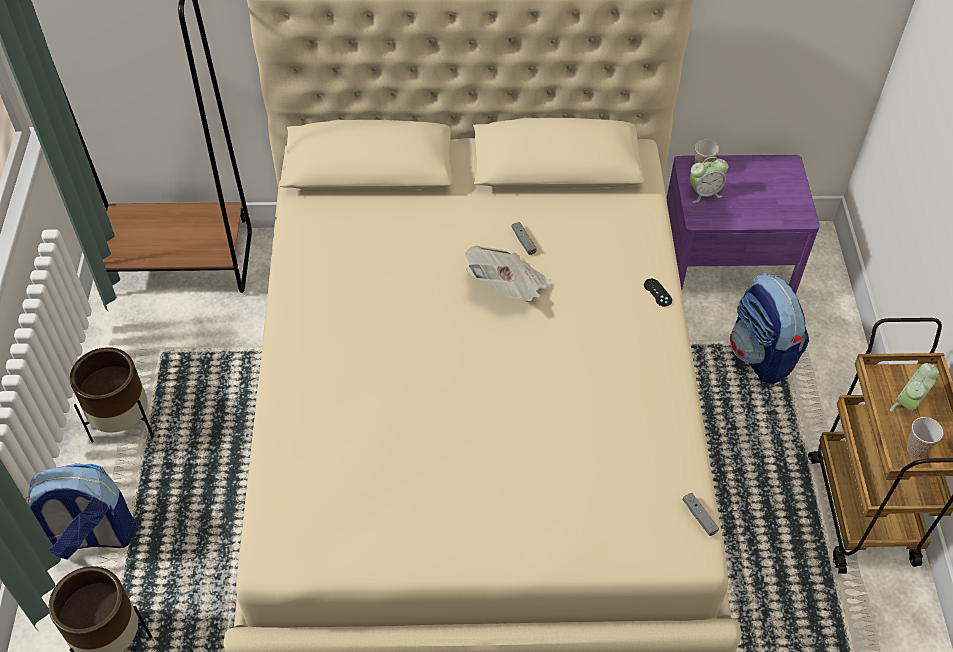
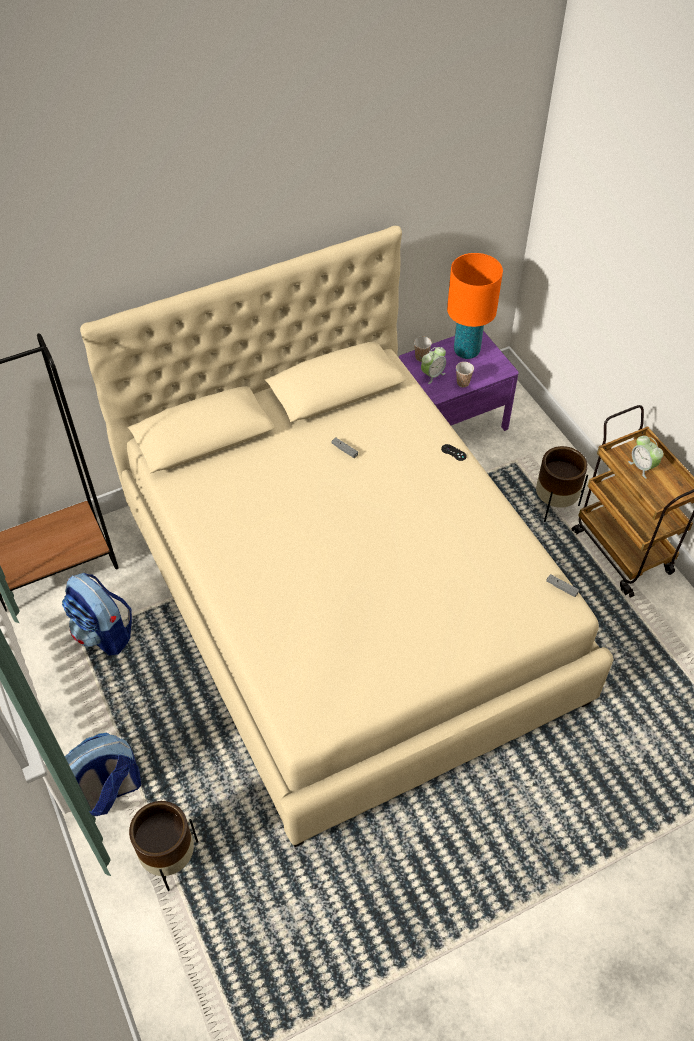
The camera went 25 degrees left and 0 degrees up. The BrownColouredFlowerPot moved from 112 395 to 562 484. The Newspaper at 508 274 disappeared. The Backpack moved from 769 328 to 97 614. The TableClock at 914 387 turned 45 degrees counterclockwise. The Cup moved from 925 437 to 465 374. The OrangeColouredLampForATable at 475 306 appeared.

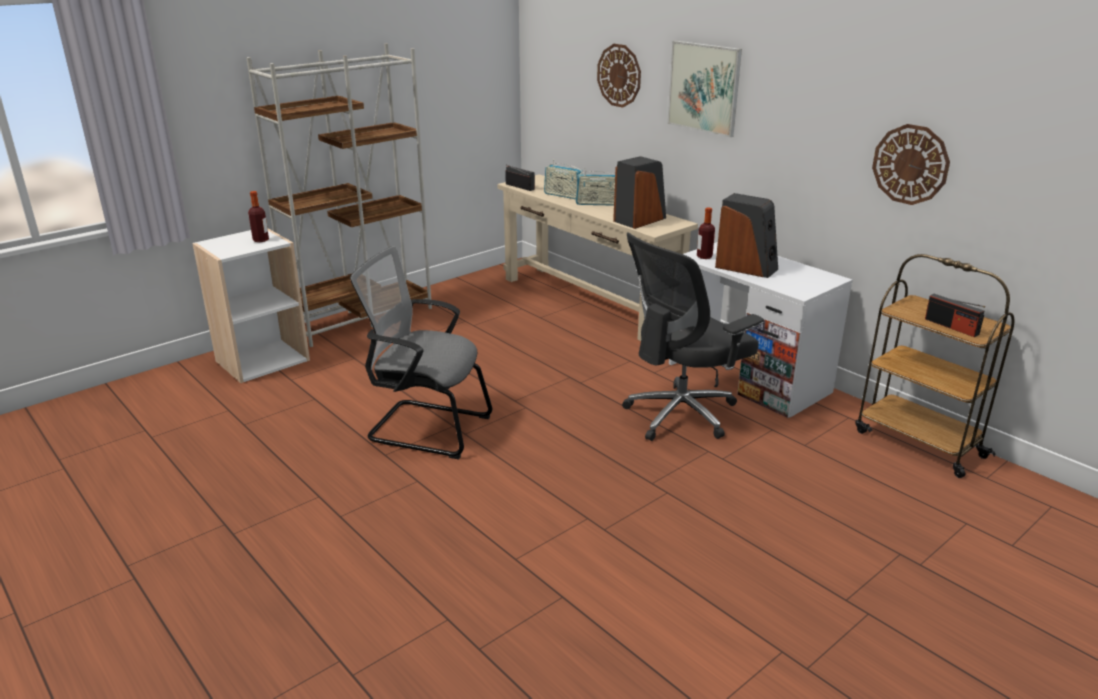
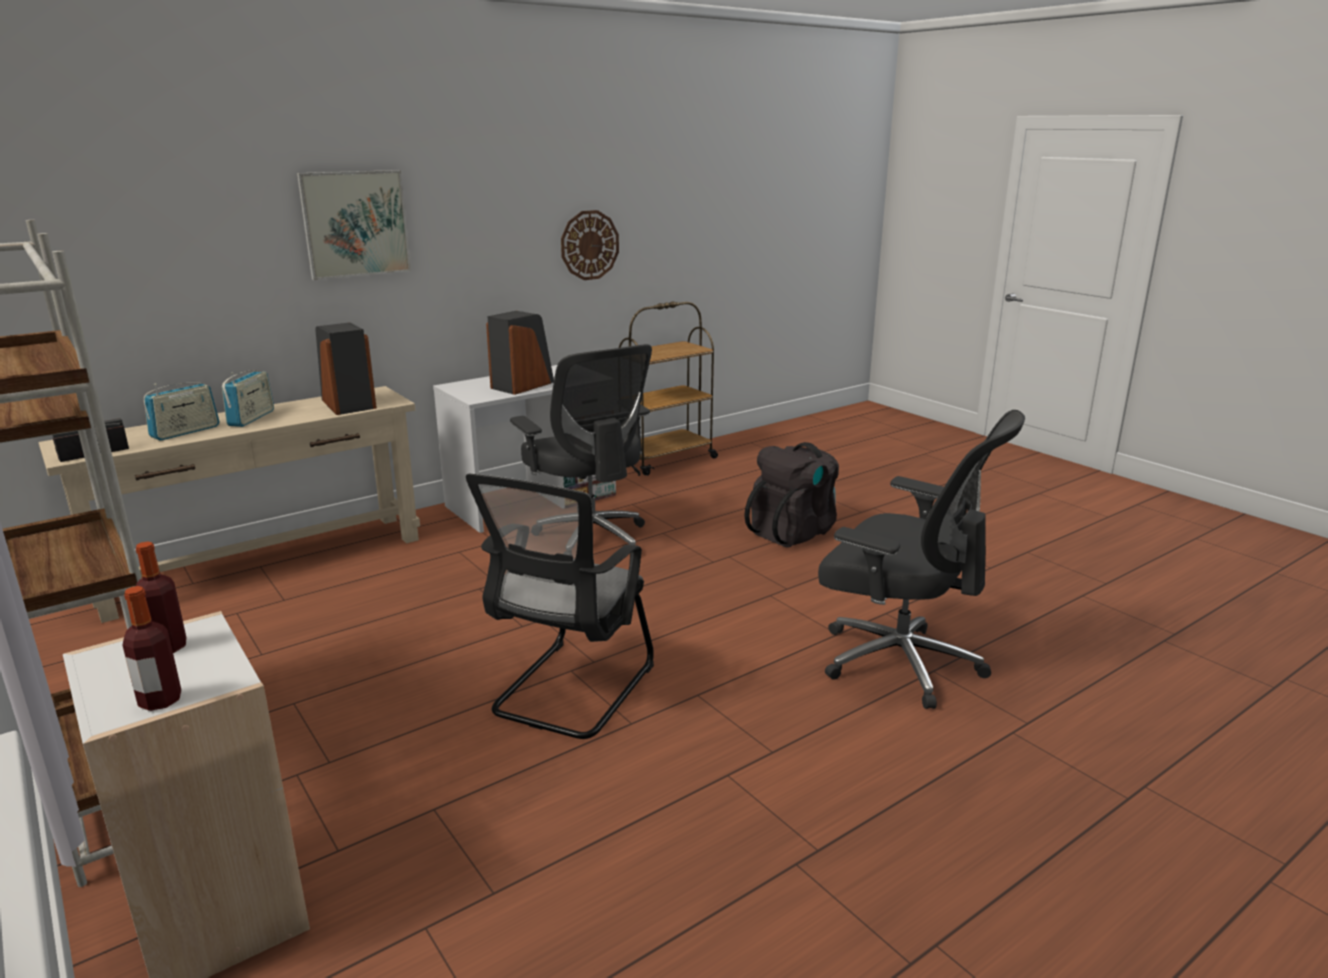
The camera went 85 degrees left and 5 degrees down. The WallClock at 619 76 disappeared. The DrinkBottle moved from 706 233 to 152 648. The RadioSet at 955 315 disappeared. The BlackishBackpack at 791 495 appeared. The OfficeChair at 921 559 appeared.

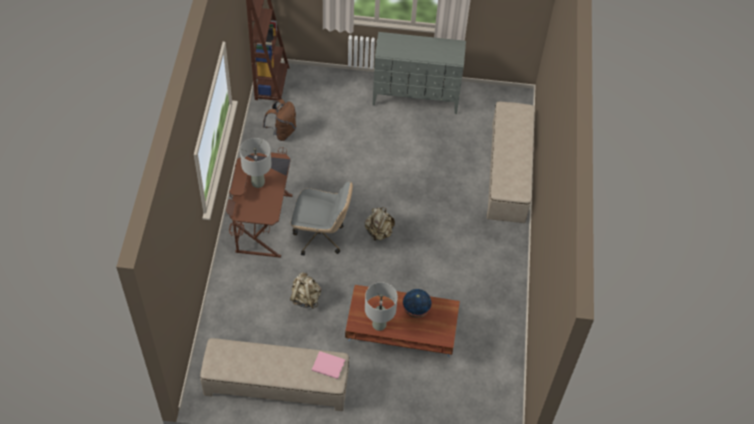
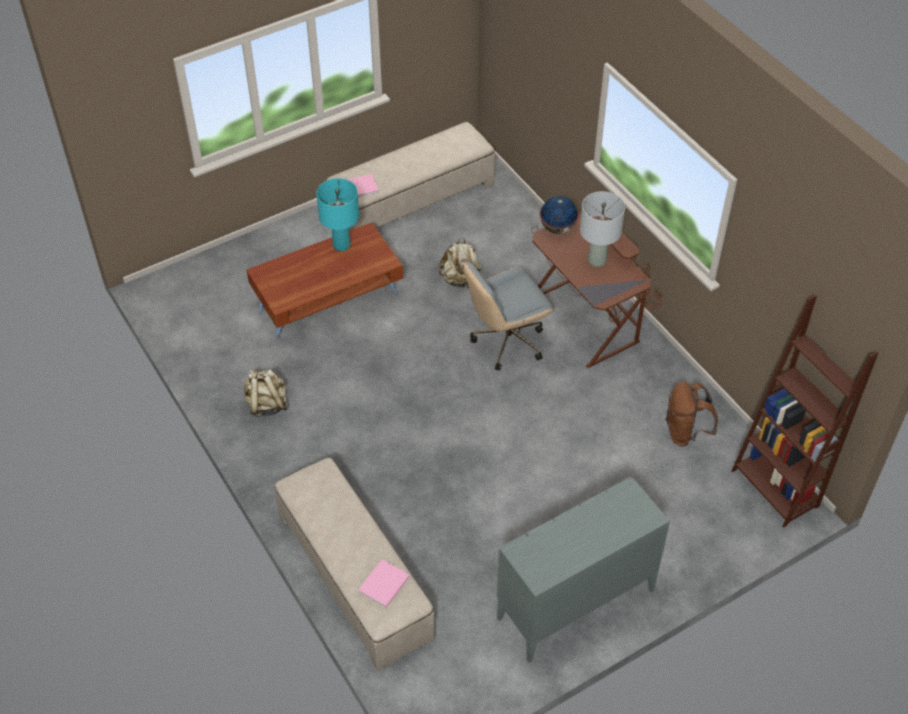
The camera went 145 degrees right and 5 degrees down. The BeigeColouredBackpack moved from 379 224 to 266 393. The GrayLampForATable at 381 306 became the TurquoiseColouredLampForATable at 337 214. The Globe moved from 417 303 to 559 215. The PinkColouredBook at 384 583 appeared.

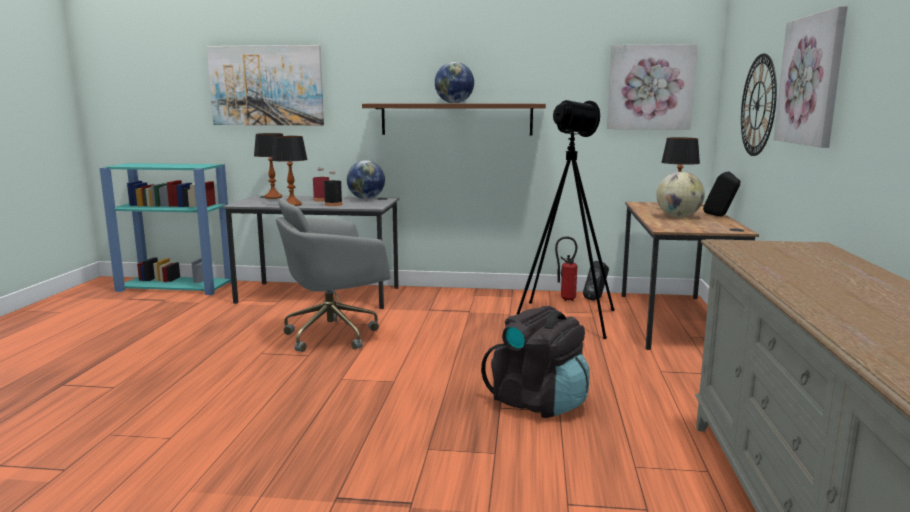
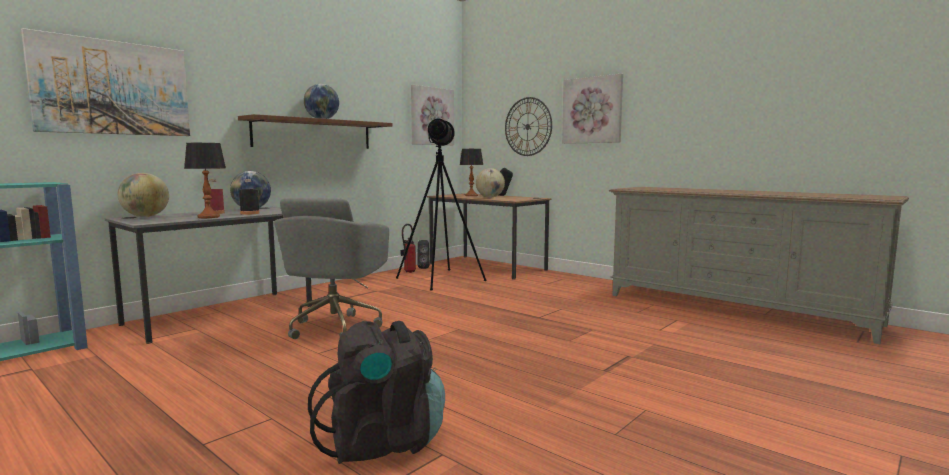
The camera went 55 degrees left and 5 degrees down. The LampForATable at 268 166 was replaced by the Globe at 143 195. The BlackishBackpack moved from 535 362 to 376 392.

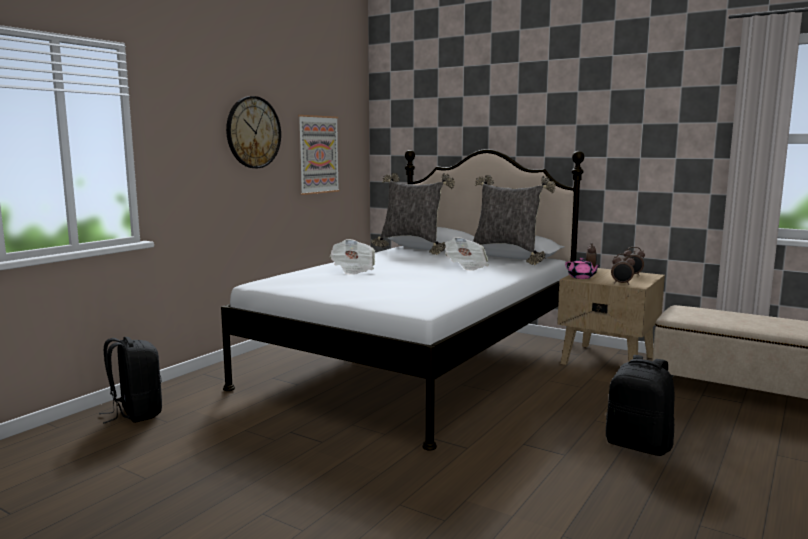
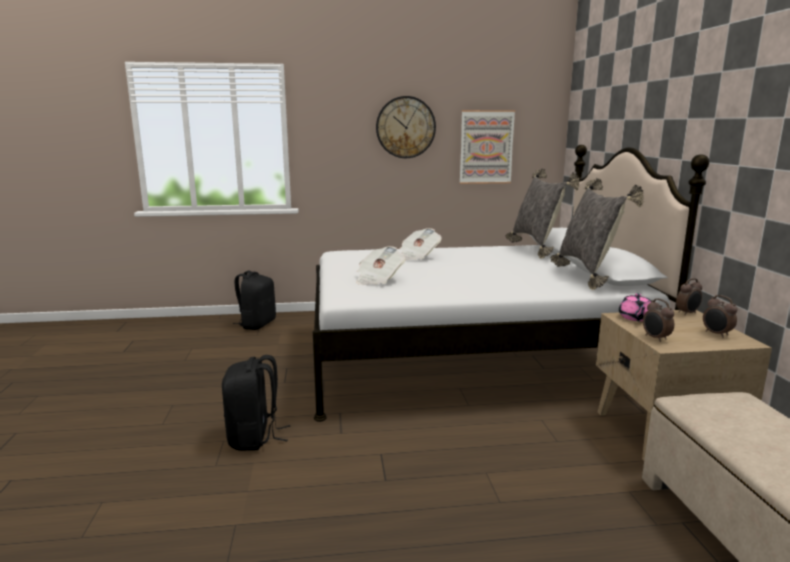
The camera went 50 degrees right and 5 degrees up. The Newspaper moved from 467 254 to 380 265. The BlackishBackpack moved from 640 405 to 256 403.

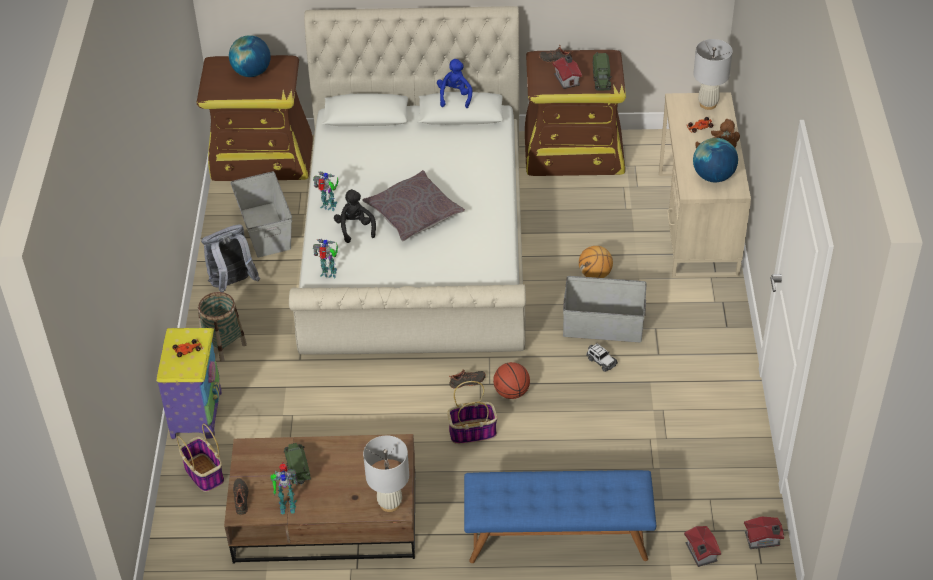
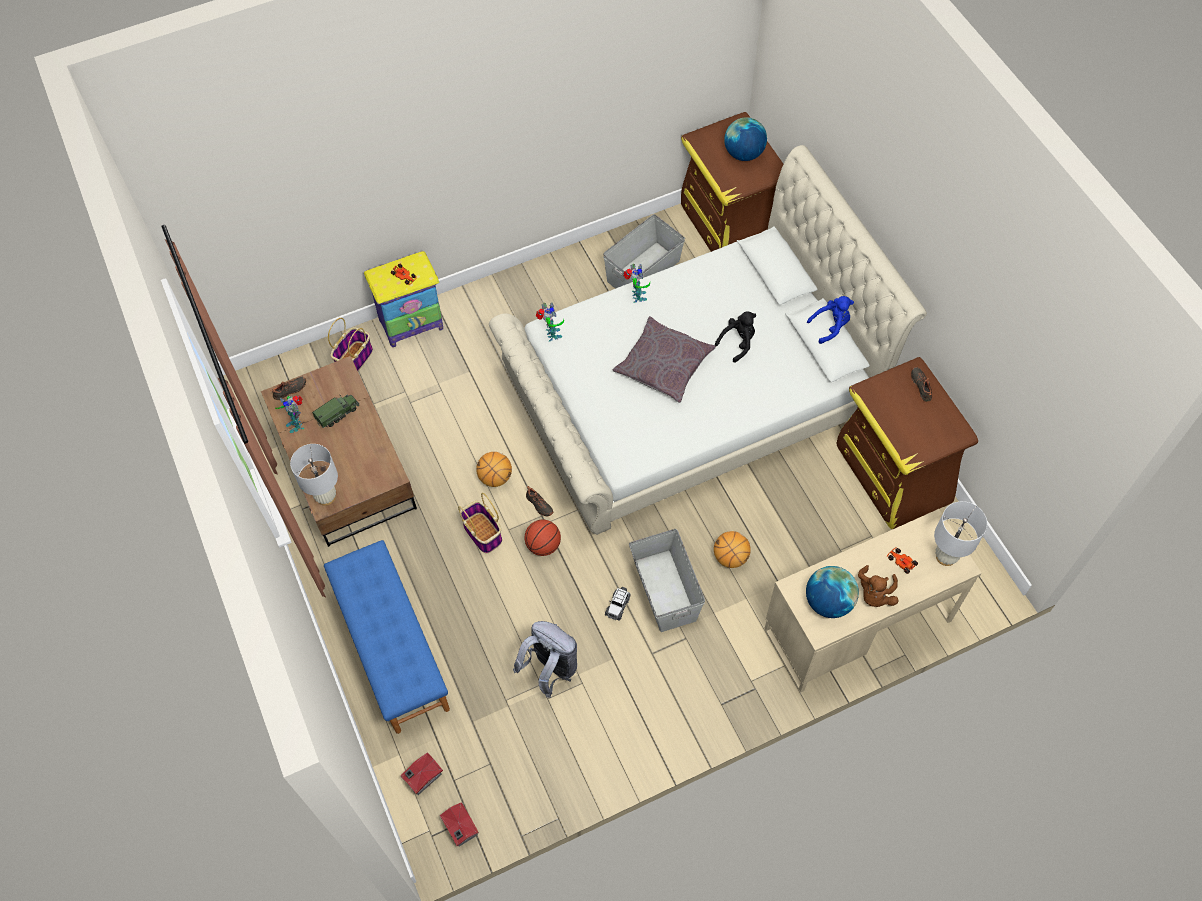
The camera went 65 degrees right and 15 degrees up. The StorageBasket at 222 327 disappeared. The GrayBackpack moved from 230 258 to 545 659. The BlackishPlushToy moved from 355 216 to 735 337. The ToyHouse at 567 72 disappeared. The ToyLorry at 602 71 disappeared. The BallForBasketball at 494 469 appeared.

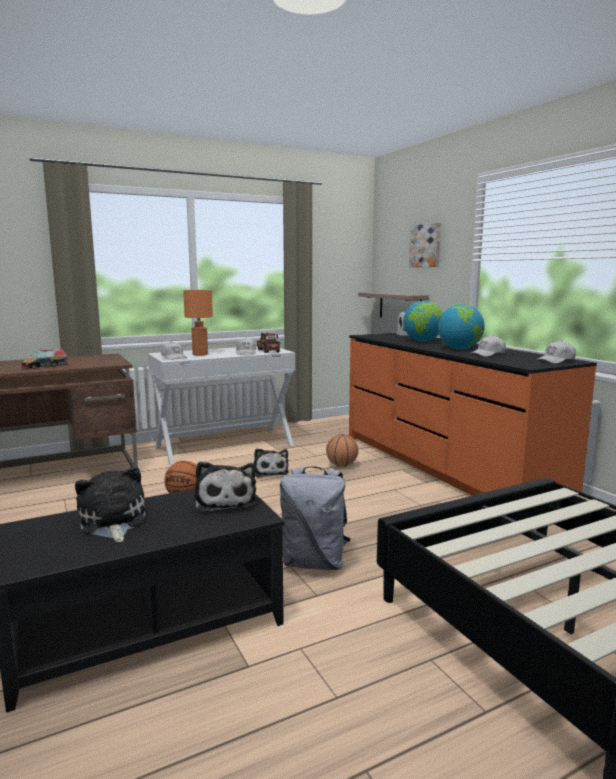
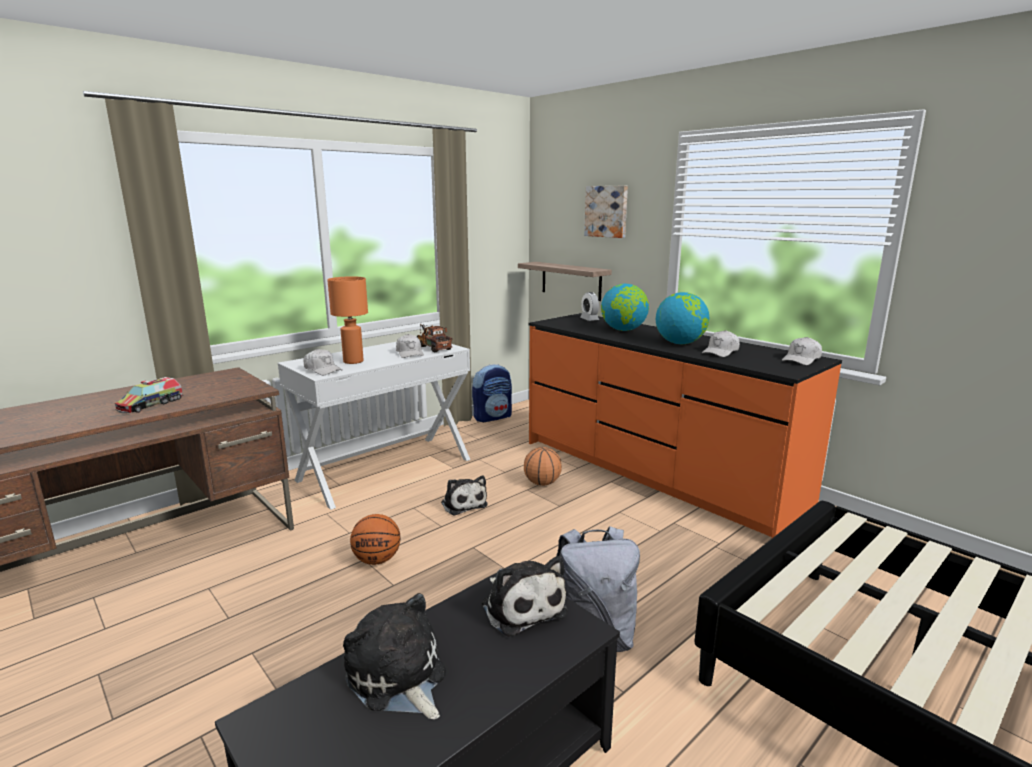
The camera went 15 degrees left and 5 degrees up. The Backpack at 492 393 appeared.

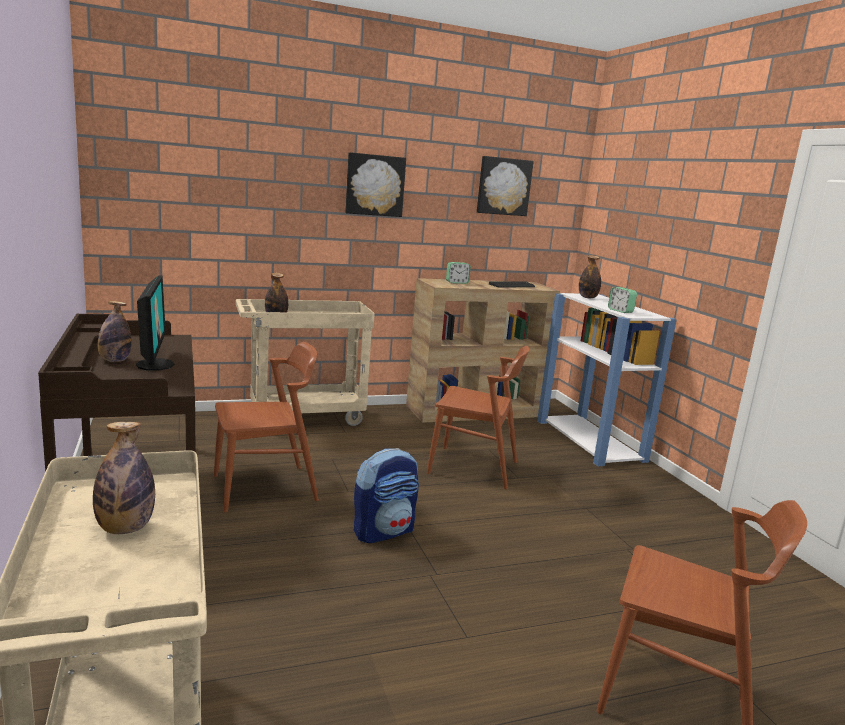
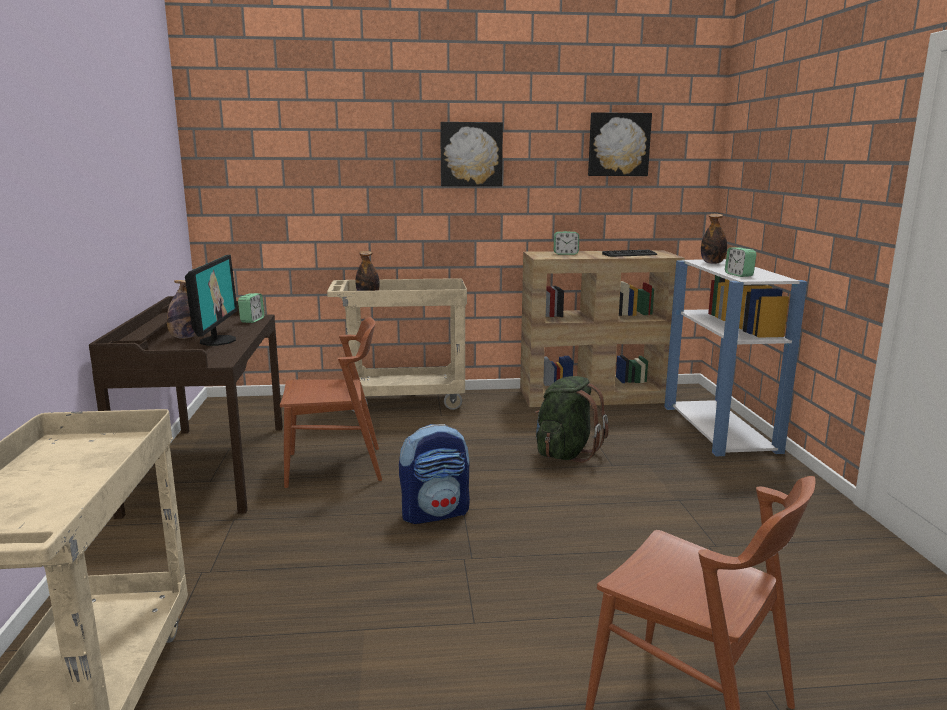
The camera went 15 degrees right and 0 degrees up. The DrinkBottle at 124 478 disappeared. The BrownColouredUprightChair at 478 417 was replaced by the GreenishBackpack at 572 419. The TableClock at 251 308 appeared.

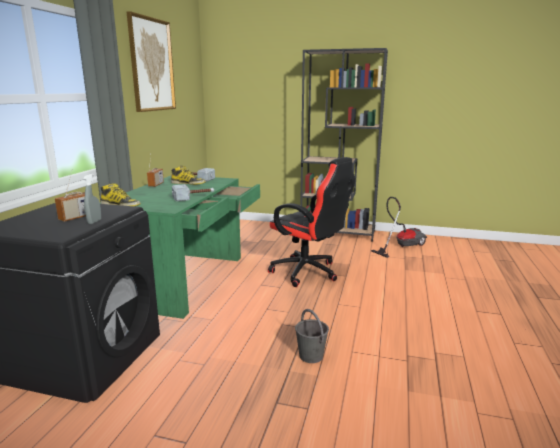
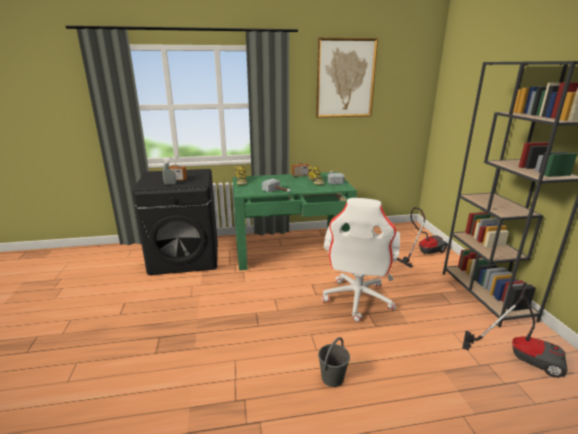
The camera went 65 degrees right and 5 degrees up. The BlackishOfficeChair at 312 222 became the WhiteColouredOfficeChair at 361 260. The GrayBucket moved from 312 336 to 334 362. The VacuumCleaner at 422 237 appeared.

